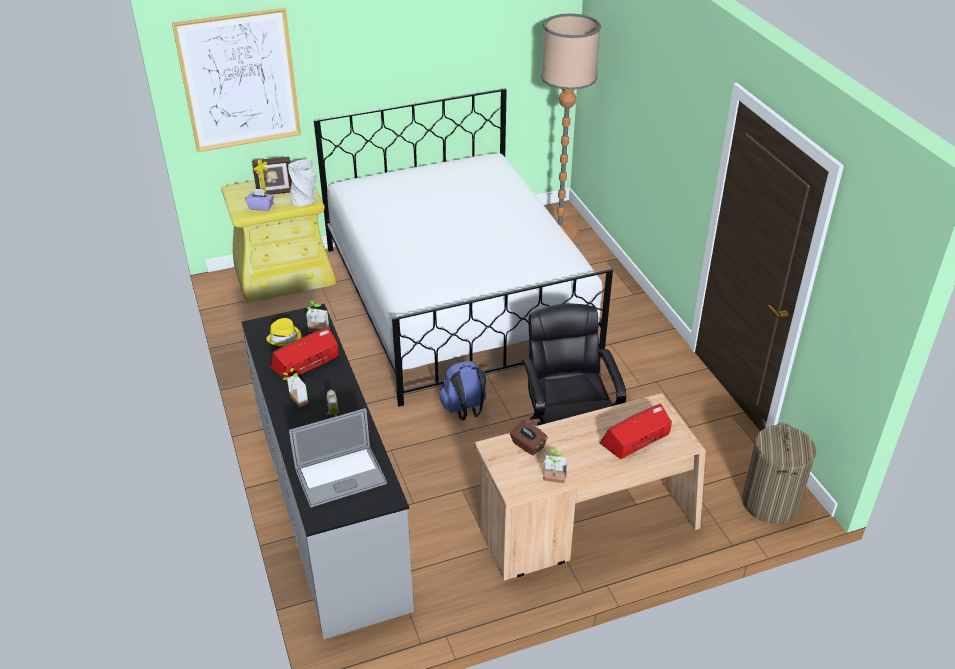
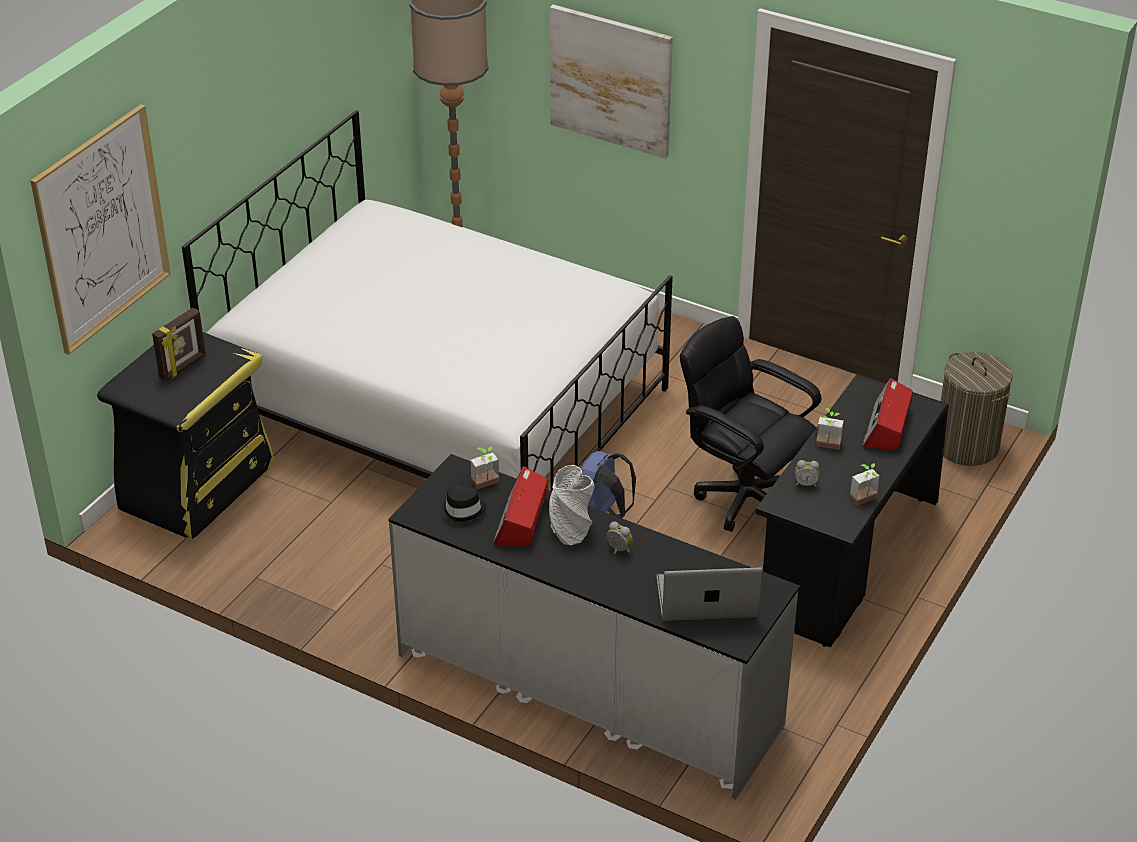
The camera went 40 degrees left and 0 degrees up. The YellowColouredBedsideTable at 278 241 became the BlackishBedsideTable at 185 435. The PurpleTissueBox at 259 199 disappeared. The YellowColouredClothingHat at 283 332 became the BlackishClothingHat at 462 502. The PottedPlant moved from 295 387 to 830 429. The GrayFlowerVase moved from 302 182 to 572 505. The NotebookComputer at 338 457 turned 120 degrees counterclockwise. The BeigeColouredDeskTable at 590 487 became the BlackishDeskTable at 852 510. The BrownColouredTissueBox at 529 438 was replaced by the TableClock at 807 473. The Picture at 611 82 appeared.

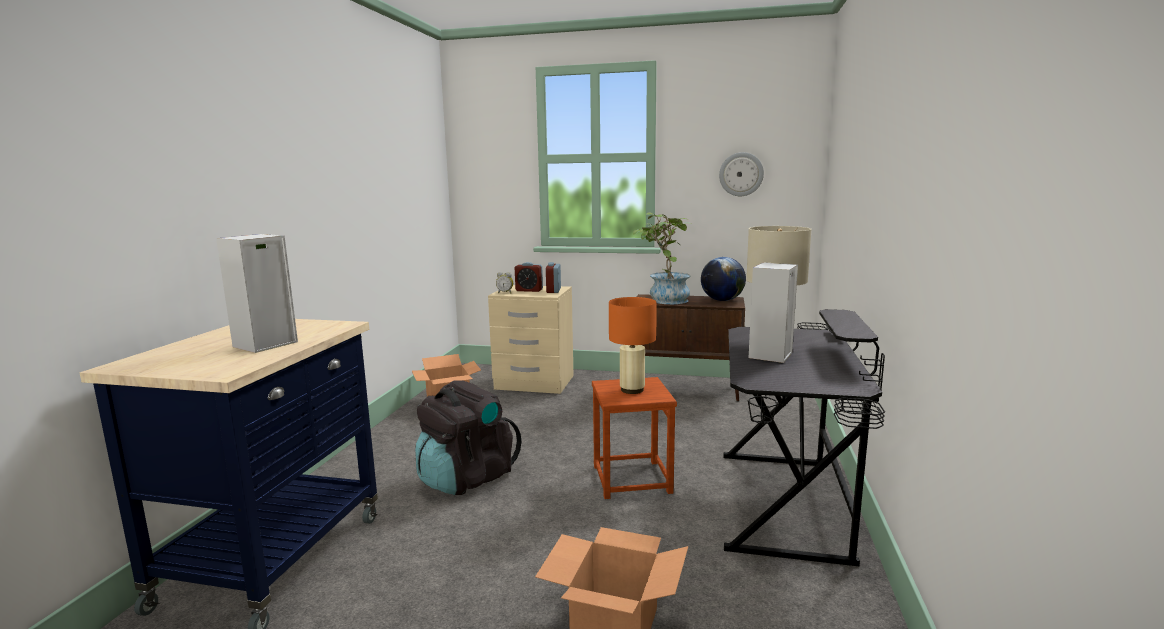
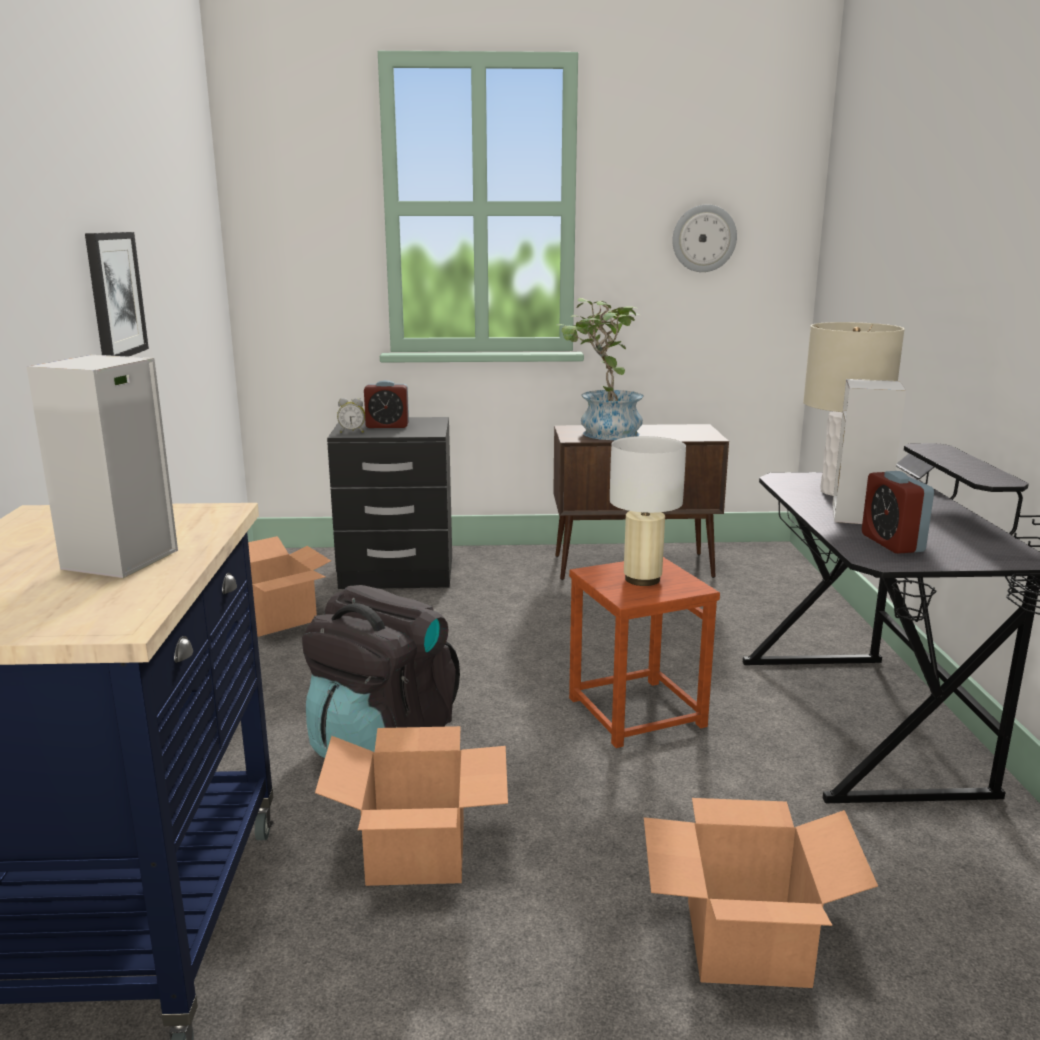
The camera went 15 degrees left and 5 degrees up. The BeigeColouredBedsideTable at 530 339 became the BlackishBedsideTable at 389 503. The TableClock moved from 553 277 to 898 512. The OrangeColouredLampForATable at 633 345 became the WhiteColouredLampForATable at 648 511. The Globe at 723 279 disappeared. The Picture at 117 294 appeared. The CardboardBox at 411 806 appeared.

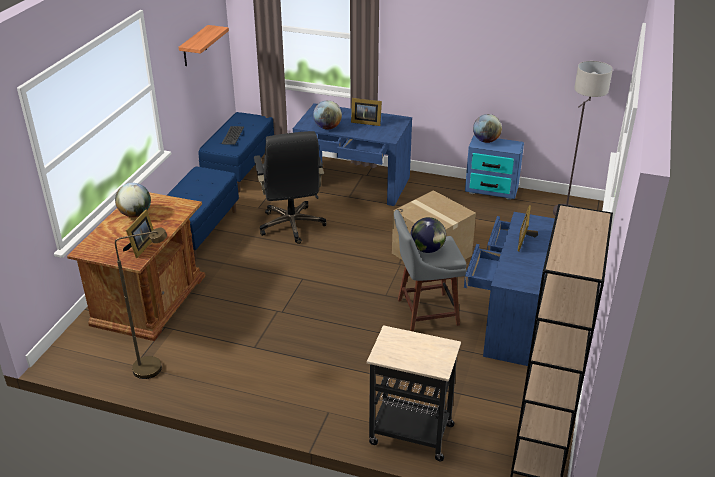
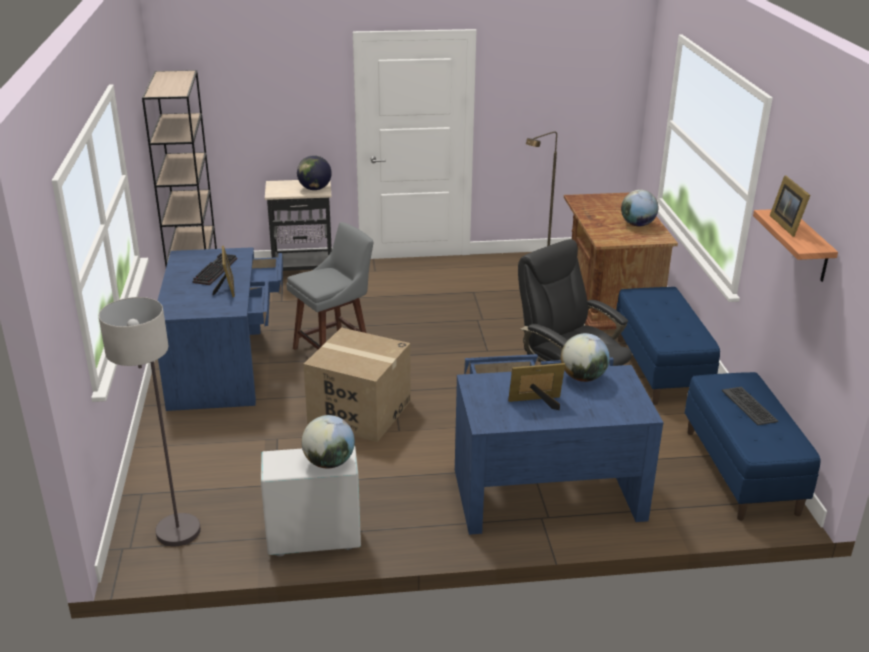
The camera went 155 degrees right and 5 degrees down. The PhotoFrame moved from 138 234 to 790 206. The Globe moved from 428 235 to 314 172. The BluishBedsideTable at 494 167 became the WhiteColouredBedsideTable at 311 501. The ComputerKeyboard at 215 269 appeared.

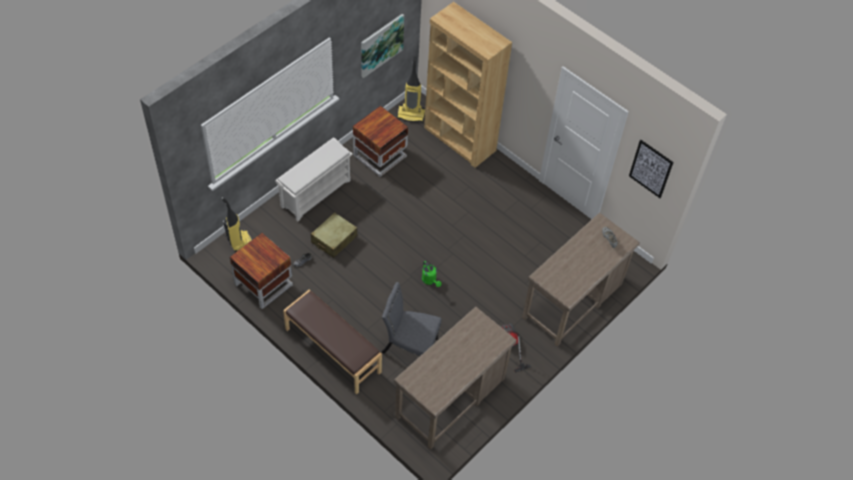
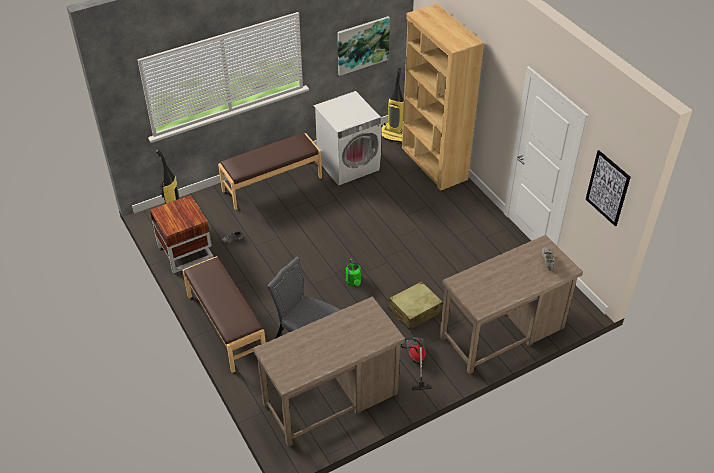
The camera went 20 degrees right and 10 degrees down. The WhiteColouredShoeStand at 314 179 was replaced by the BrownColouredIndoorBench at 270 171. The BeigeColouredSuitcase moved from 334 235 to 415 305. The BedsideTable at 380 141 was replaced by the WhiteColouredLaundryMachine at 347 138.

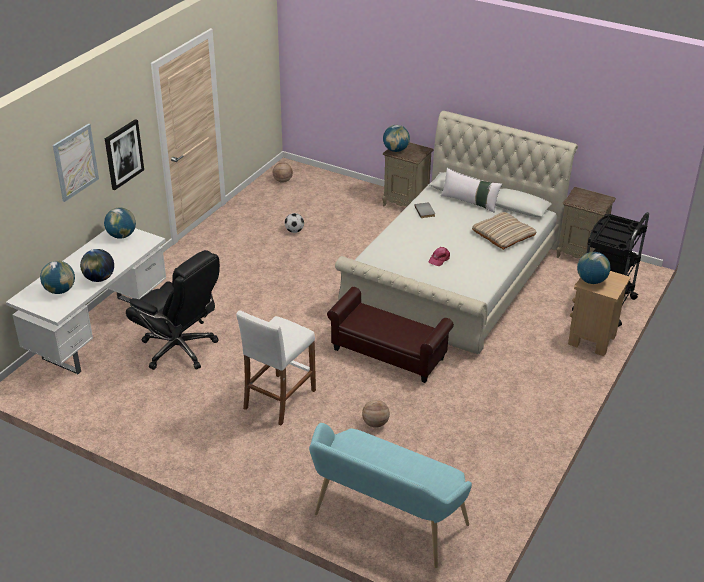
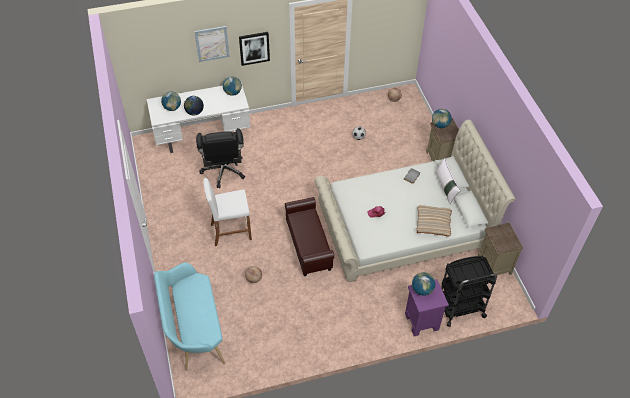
The camera went 45 degrees right and 15 degrees up. The BeigeColouredBedsideTable at 599 313 became the PurpleBedsideTable at 427 307.

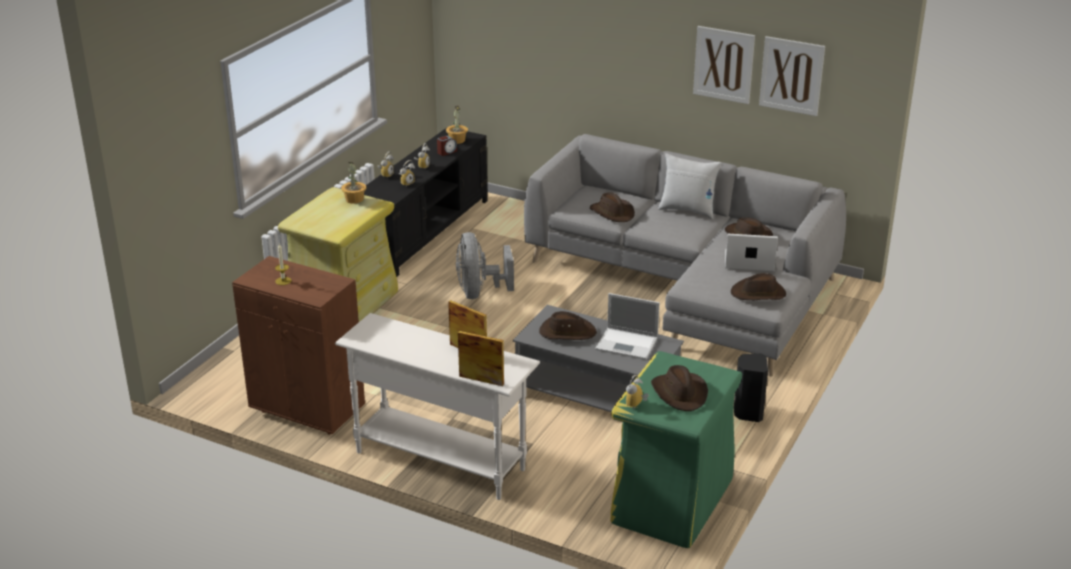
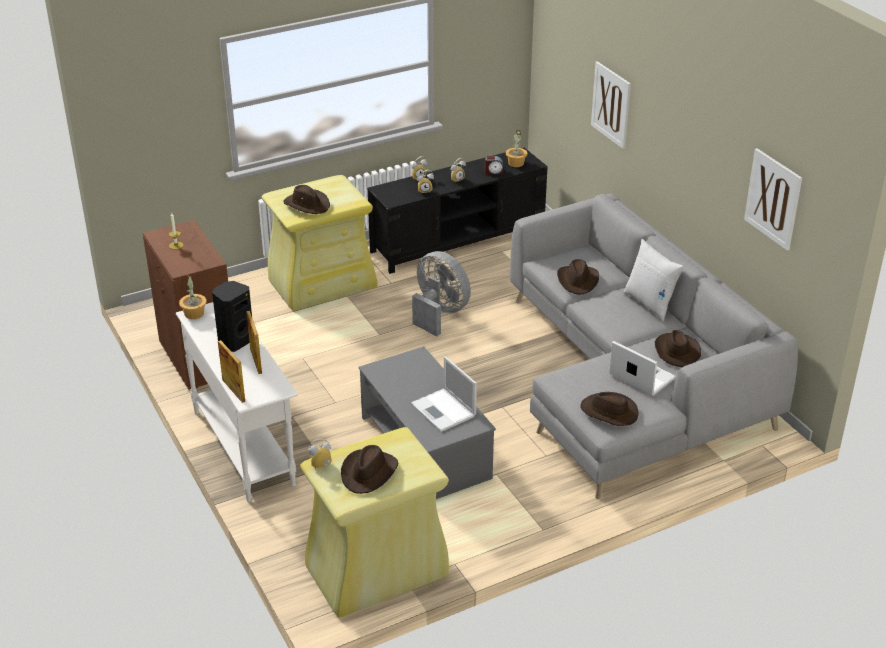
The camera went 35 degrees right and 5 degrees up. The PottedPlant moved from 353 183 to 193 297. The GrayCoolingFan at 485 265 turned 105 degrees clockwise. The BrownColouredClothingHat moved from 568 325 to 306 199. The GreenishBedsideTable at 676 449 became the YellowColouredBedsideTable at 374 522. The Picture moved from 724 65 to 611 105. The BlackishAudioSpeaker moved from 751 388 to 232 316.

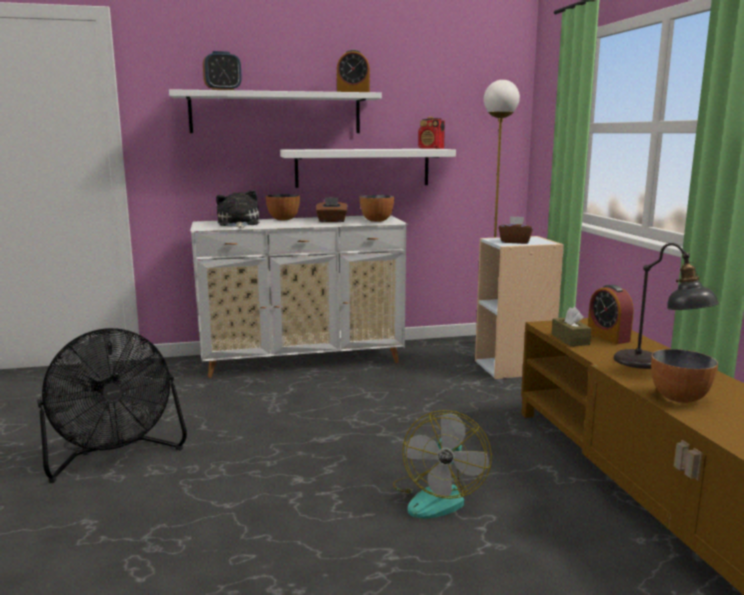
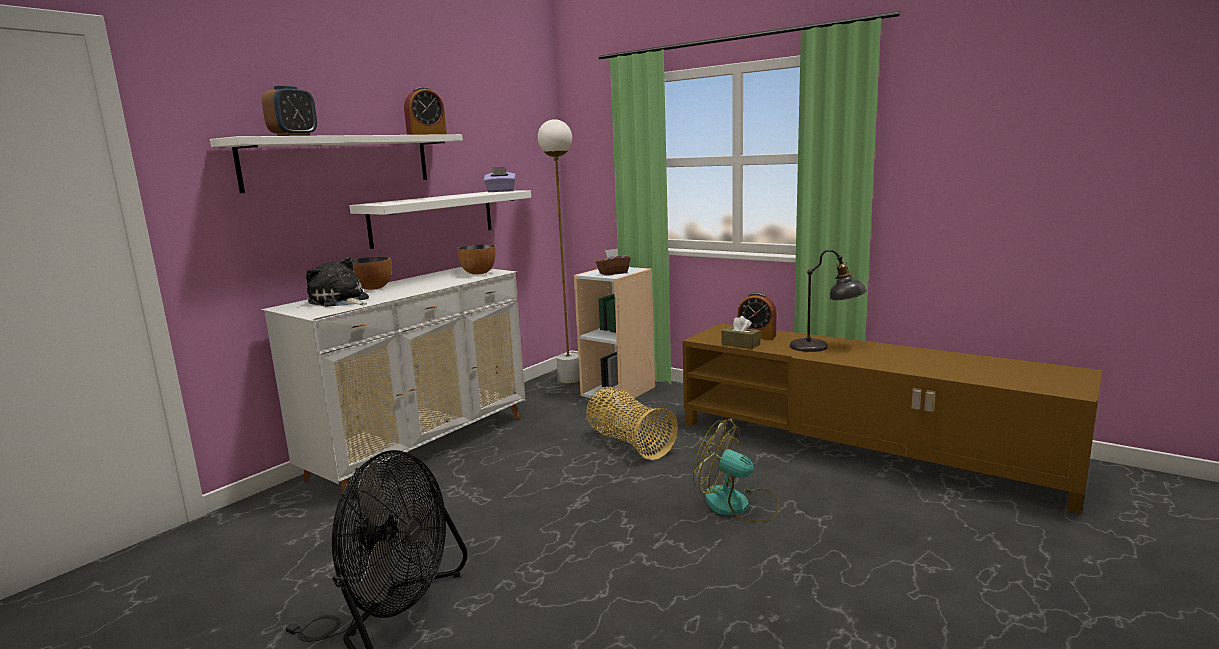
The camera went 40 degrees left and 0 degrees up. The BrownColouredTissueBox at 331 209 disappeared. The CoolingFan at 442 464 turned 150 degrees clockwise. The RadioSet at 431 133 was replaced by the PurpleTissueBox at 500 179. The DeepDish at 684 376 disappeared. The StorageBasket at 632 423 appeared.

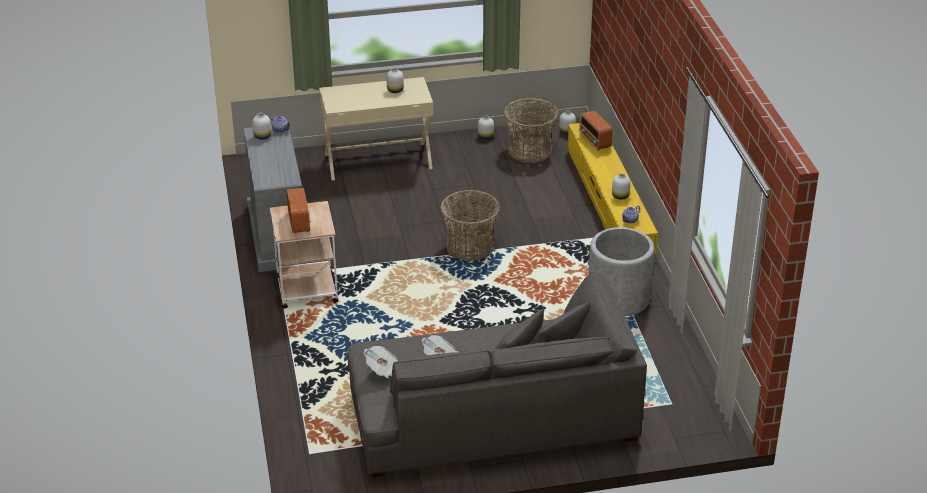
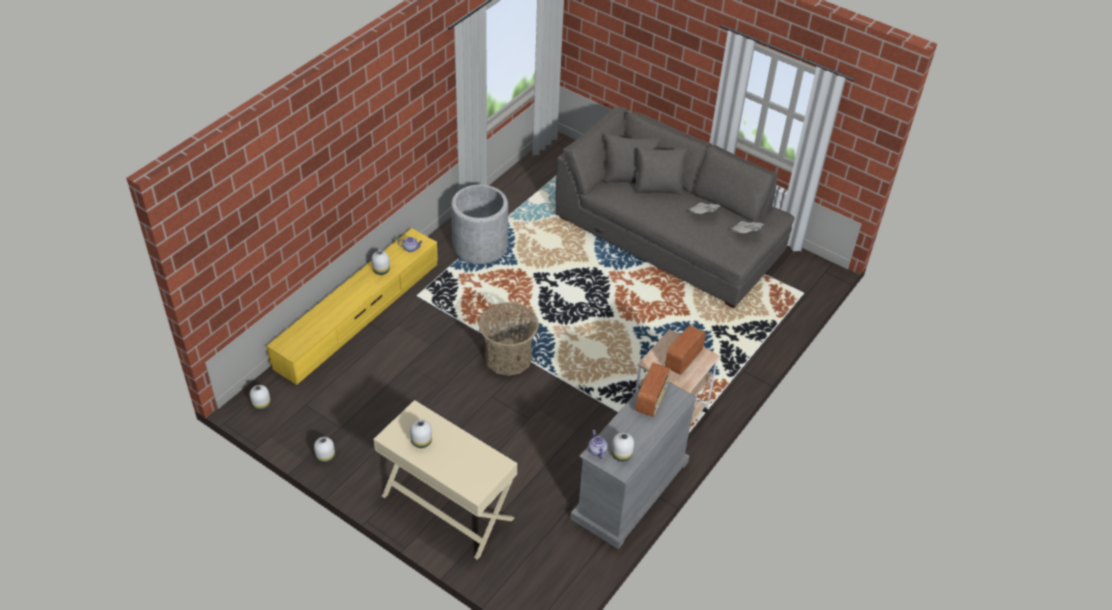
The camera went 135 degrees left and 10 degrees up. The StorageBasket at 531 130 disappeared. The RadioSet moved from 596 131 to 653 390.

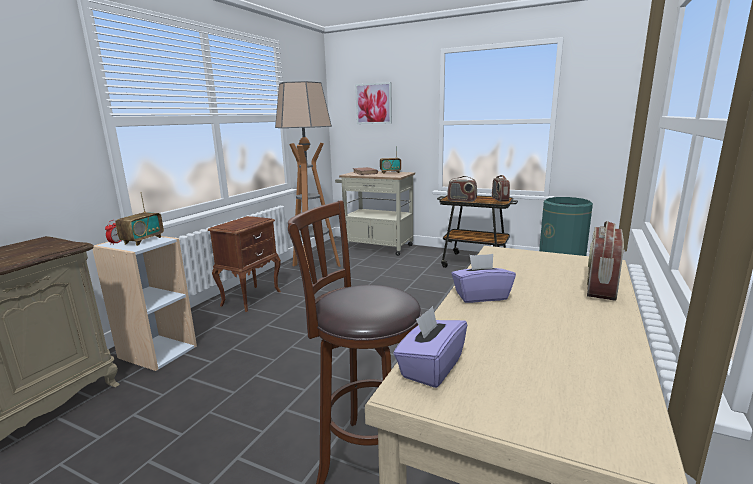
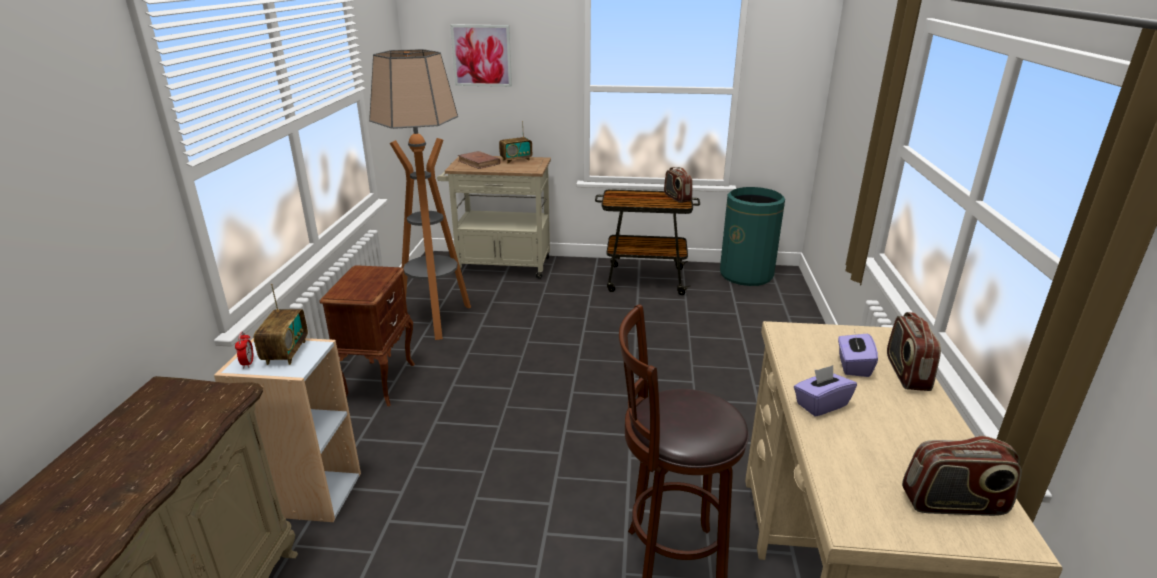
The camera went 20 degrees left and 10 degrees up. The PurpleTissueBox moved from 430 347 to 858 353. The RadioSet moved from 462 189 to 962 476.

